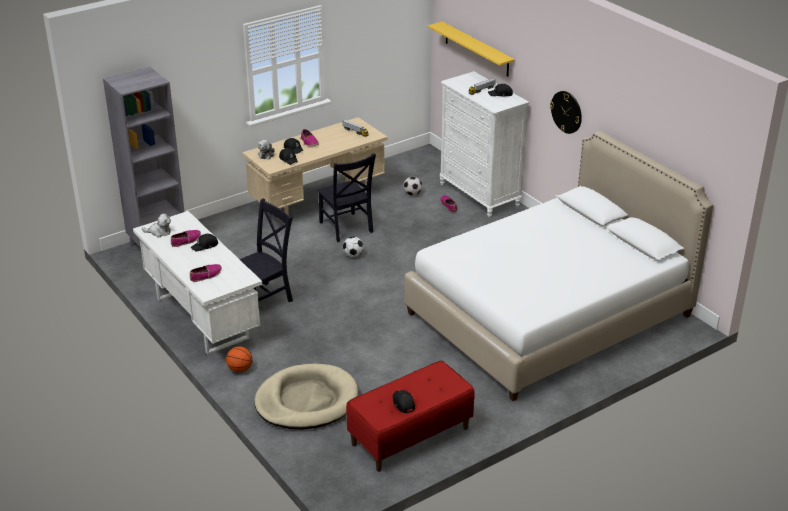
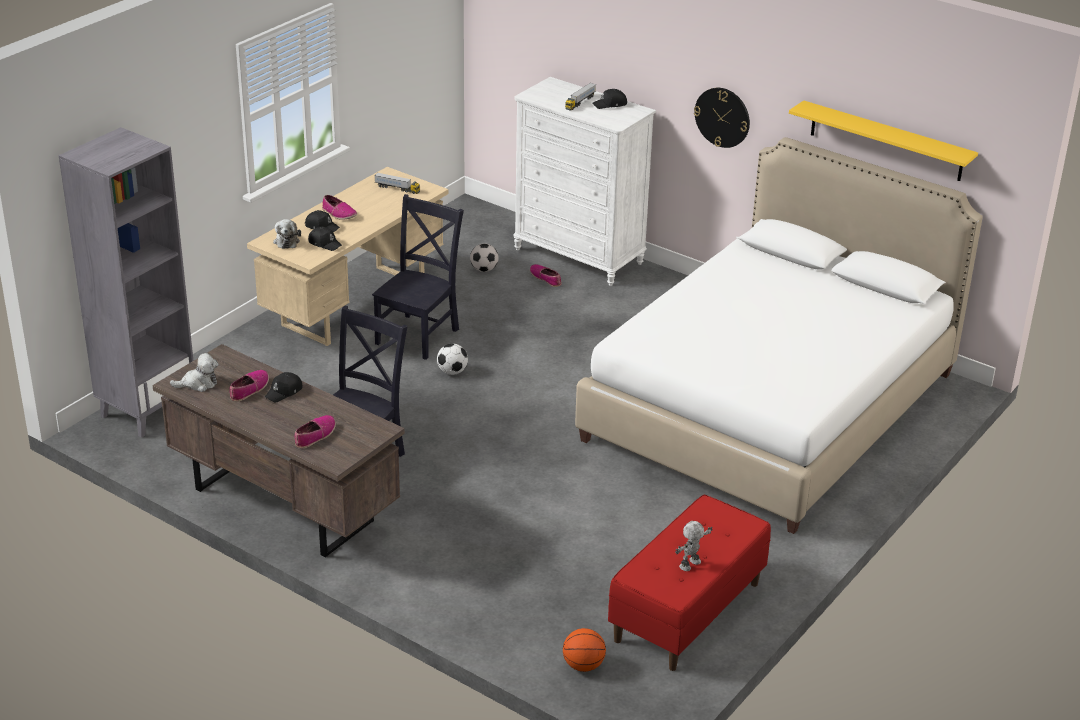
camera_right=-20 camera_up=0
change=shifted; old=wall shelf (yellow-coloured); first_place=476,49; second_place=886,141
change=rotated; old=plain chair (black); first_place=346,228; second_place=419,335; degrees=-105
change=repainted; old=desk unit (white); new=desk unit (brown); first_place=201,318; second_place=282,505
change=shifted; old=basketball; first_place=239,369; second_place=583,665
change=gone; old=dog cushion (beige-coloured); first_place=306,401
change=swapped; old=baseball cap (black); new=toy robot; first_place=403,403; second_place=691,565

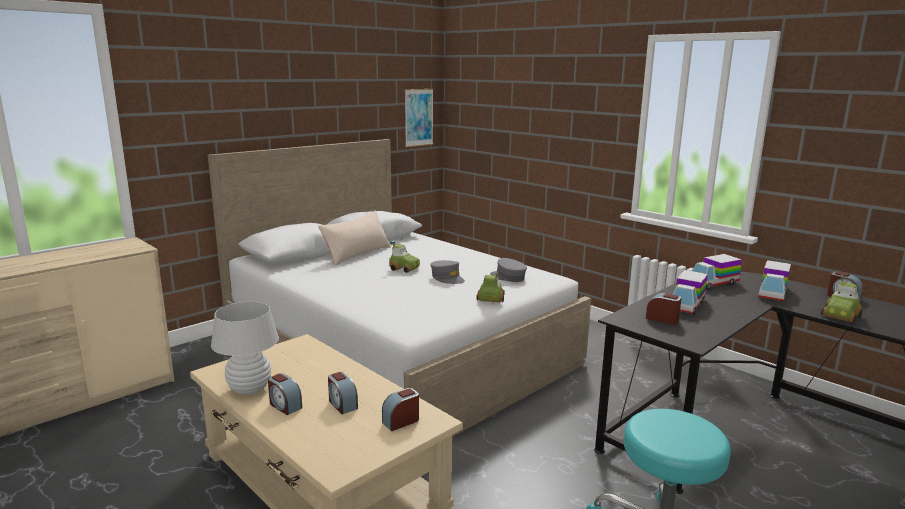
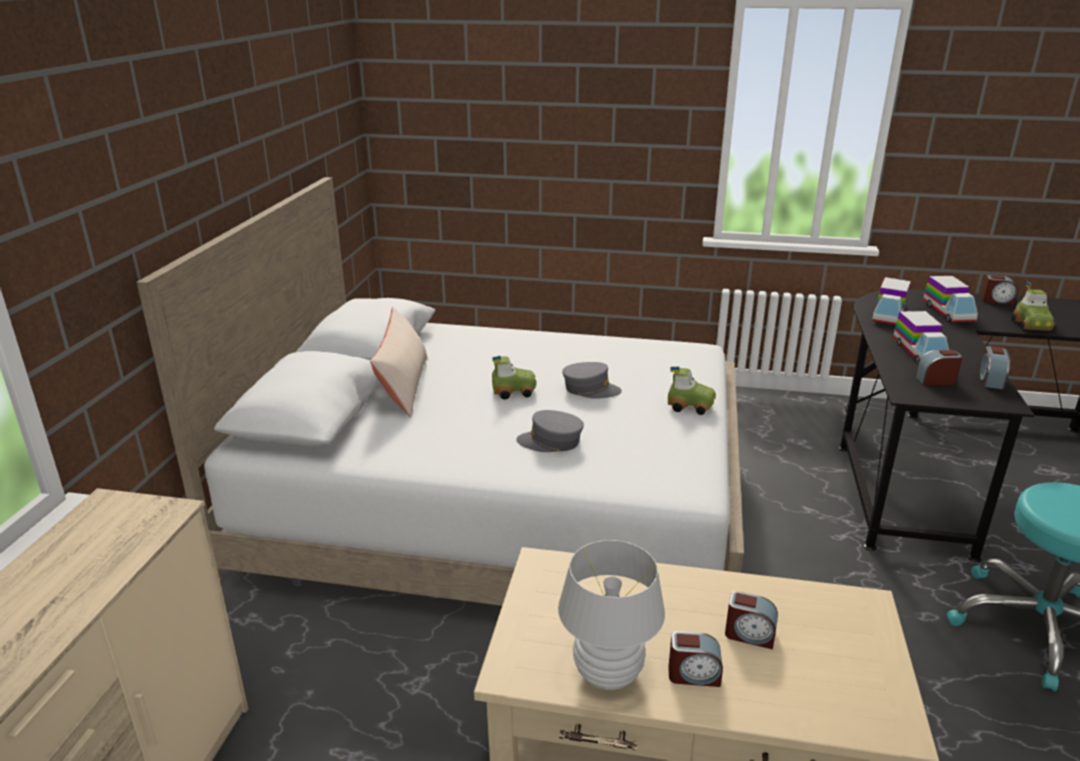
camera_right=-35 camera_up=10
change=gone; old=wall picture; first_place=418,117
change=shifted; old=baseball cap (gray); first_place=508,277; second_place=550,442
change=rotated; old=miniature car; first_place=490,299; second_place=690,405; degrees=135
change=shifted; old=bedside clock; first_place=401,421; second_place=990,380

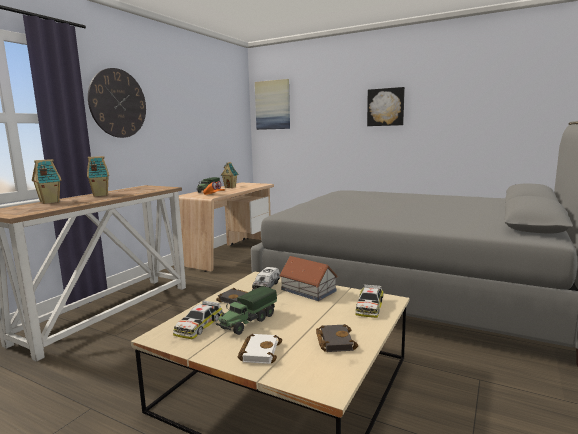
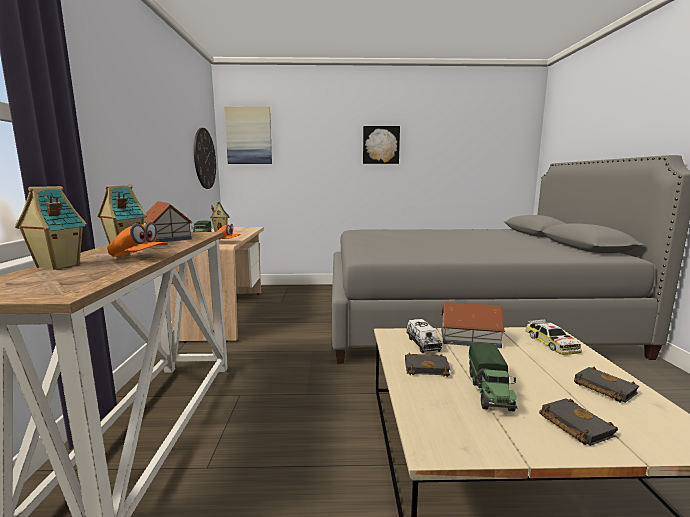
camera_right=-30 camera_up=0
change=shifted; old=hanging clock; first_place=118,103; second_place=204,158
change=gone; old=miniature car; first_place=198,326
change=repainted; old=volume (white); new=volume (black); first_place=259,351; second_place=573,425
change=new; new=miniature house; second_place=166,237
change=new; new=baseball cap (orange-coloured); second_place=139,257

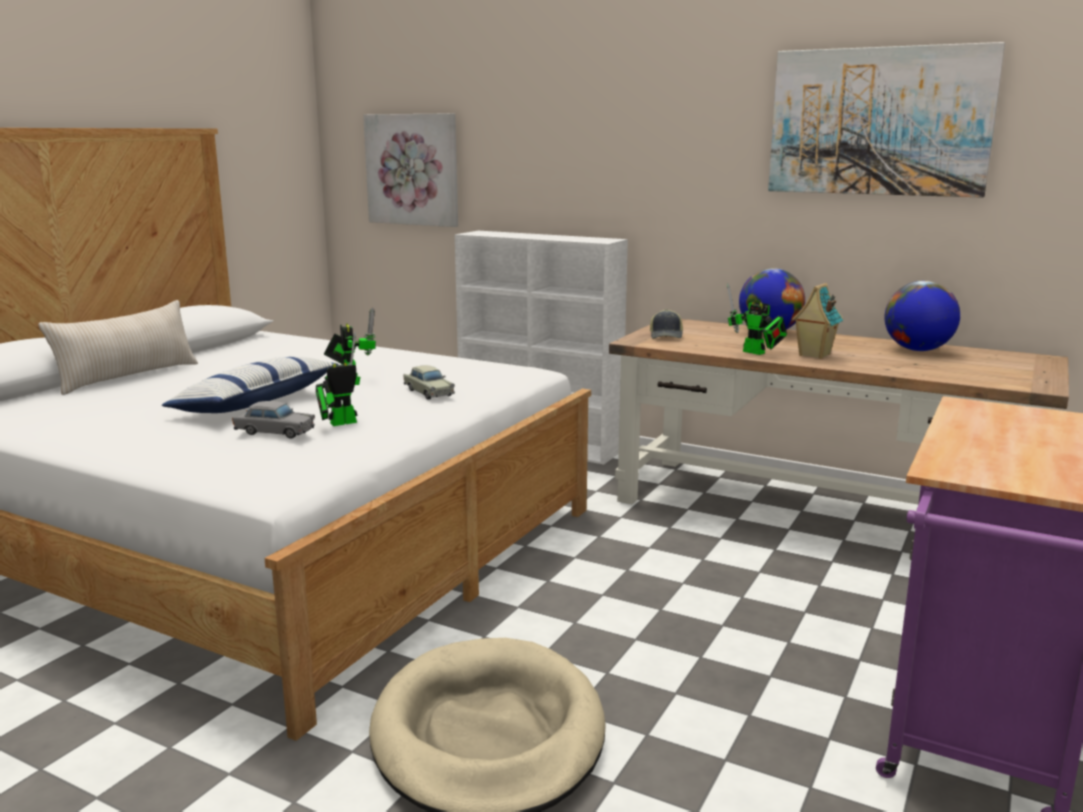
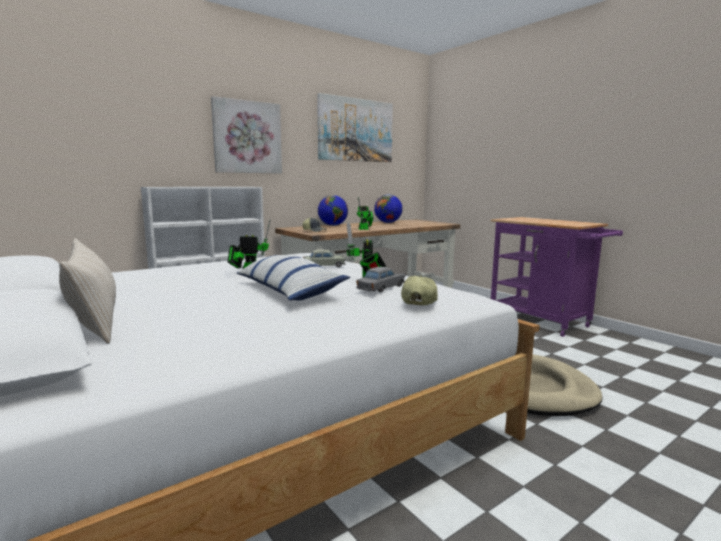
camera_right=-65 camera_up=-5
change=shifted; old=wall picture; first_place=413,169; second_place=247,137
change=gone; old=miniature house; first_place=813,355
change=new; new=baseball cap; second_place=418,301

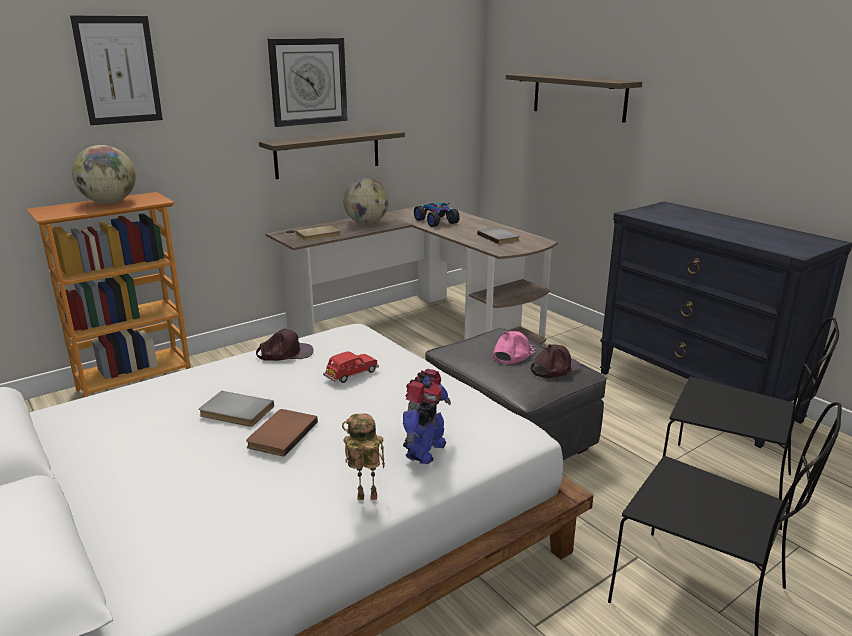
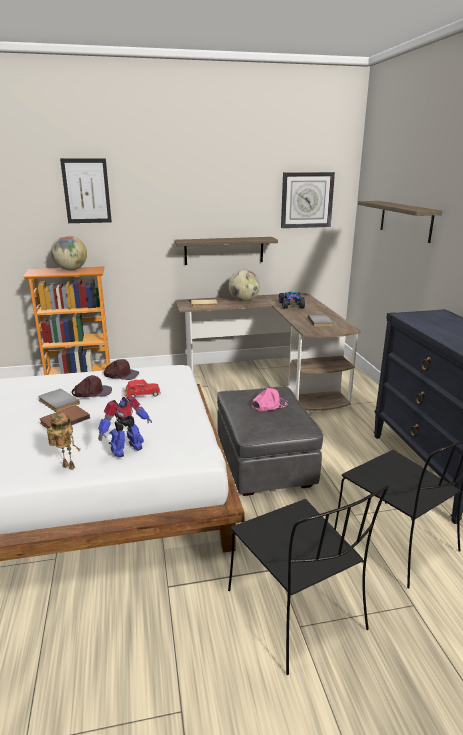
camera_right=25 camera_up=0
change=shifted; old=hanging clock; first_place=308,81; second_place=306,200
change=shifted; old=baseball cap (brown); first_place=554,368; second_place=92,392

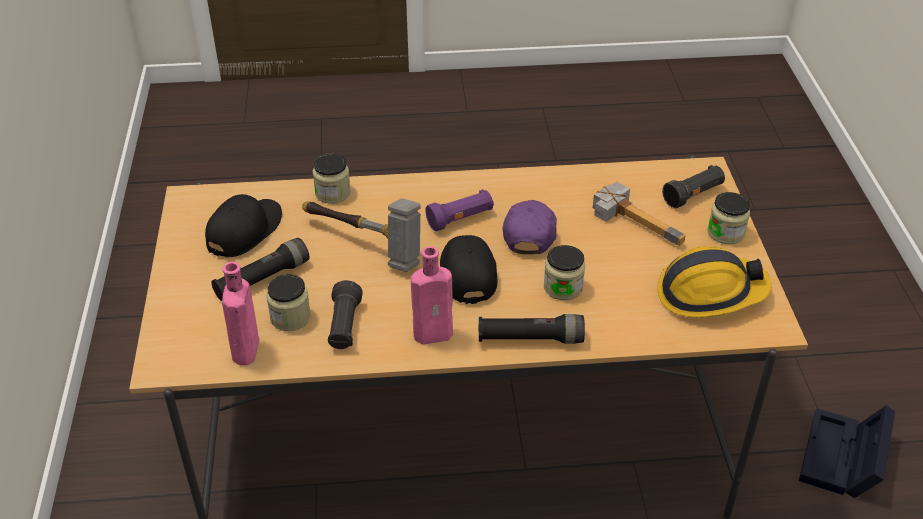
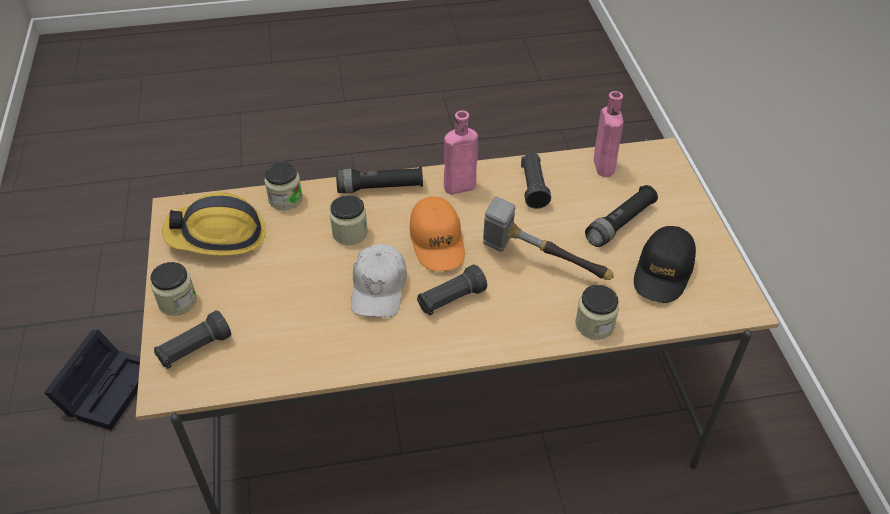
camera_right=175 camera_up=5
change=gone; old=tool hammer; first_place=639,220
change=repainted; old=flashlight (purple-coloured); new=flashlight (black); first_place=460,219; second_place=451,300
change=repainted; old=baseball cap (purple-coloured); new=baseball cap (white); first_place=529,233; second_place=379,288
change=repainted; old=baseball cap (black); new=baseball cap (orange-coloured); first_place=467,273; second_place=437,241
change=shifted; old=storage jar; first_place=290,317; second_place=285,199

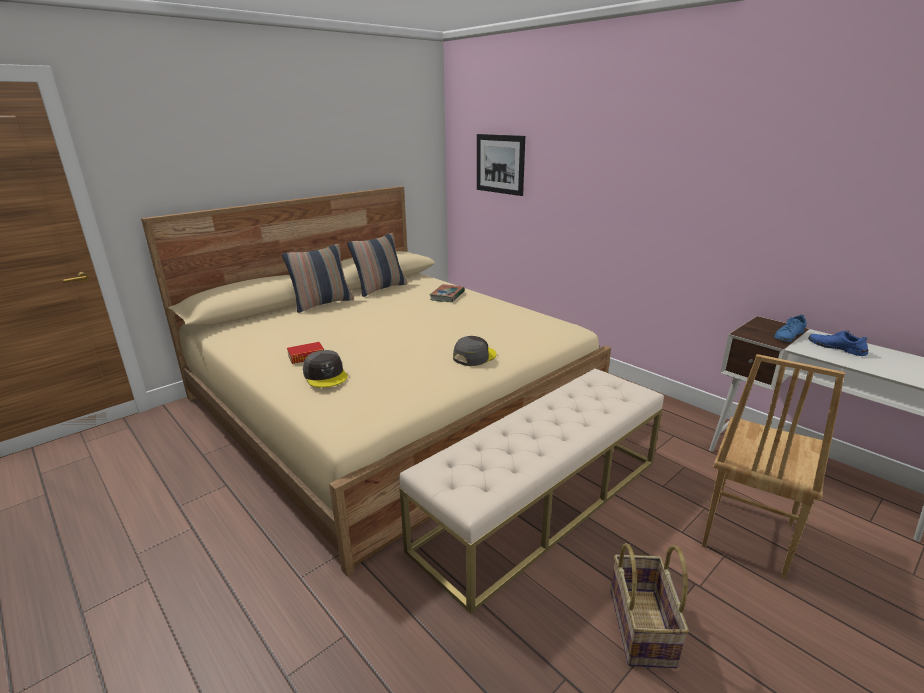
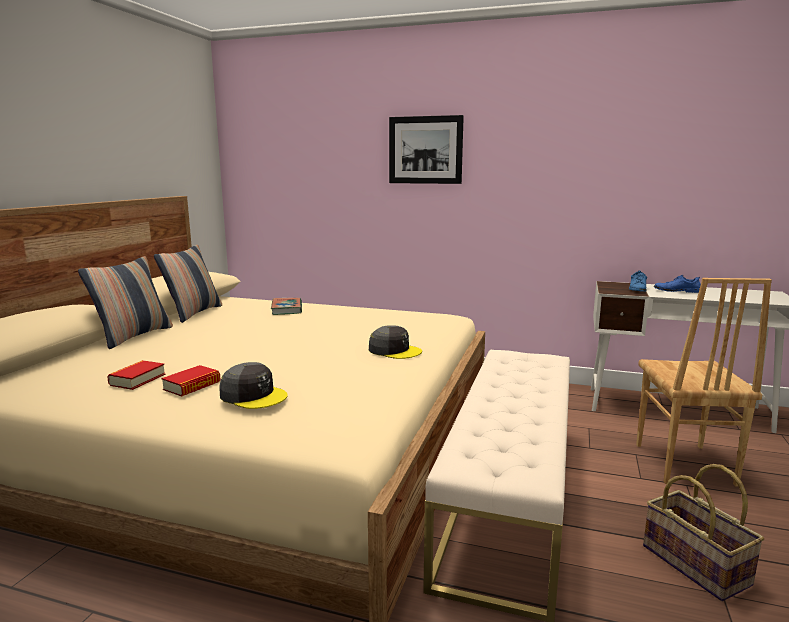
camera_right=-30 camera_up=-10
change=shifted; old=wall picture; first_place=500,164; second_place=425,150
change=rotated; old=baseball cap (gray); first_place=474,356; second_place=394,350; degrees=105
change=new; new=volume; second_place=137,379

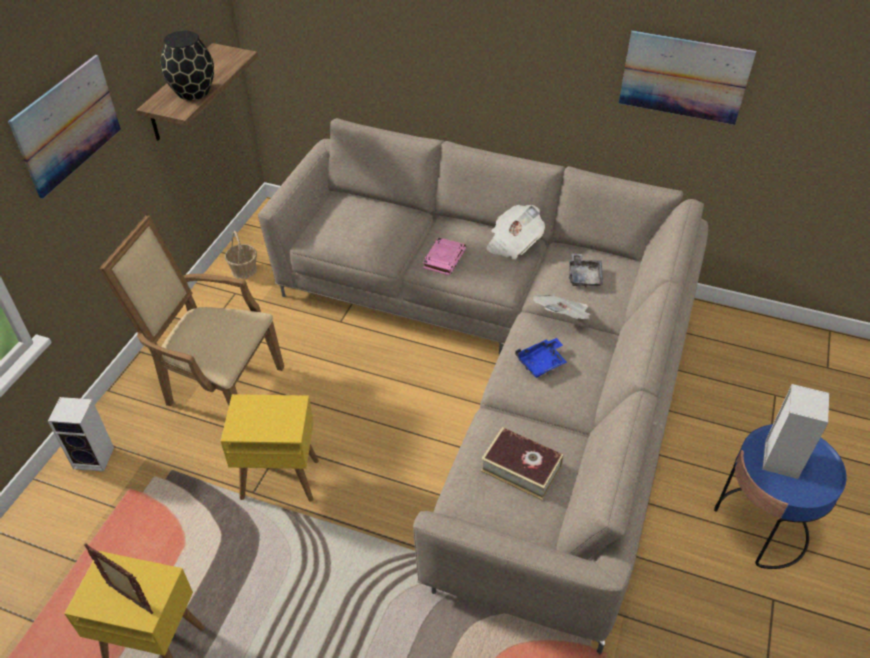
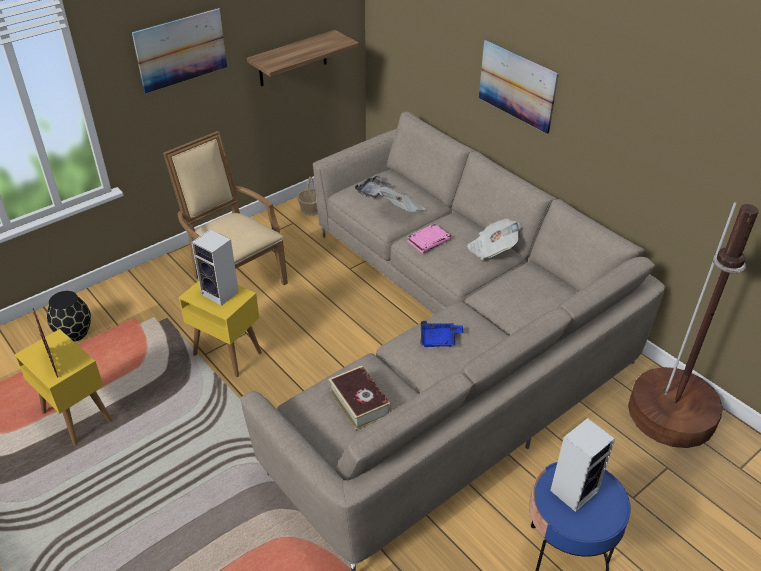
camera_right=30 camera_up=-5
change=shifted; old=wall picture; first_place=684,77; second_place=517,86
change=shifted; old=vase (black); first_place=193,92; second_place=74,333
change=shifted; old=carrying tray (gray); first_place=584,276; second_place=373,191
change=shifted; old=daily paper; first_place=562,317; second_place=401,210
change=shifted; old=audio speaker; first_place=95,457; second_place=221,293
change=new; new=floor lamp (brown); second_place=671,414

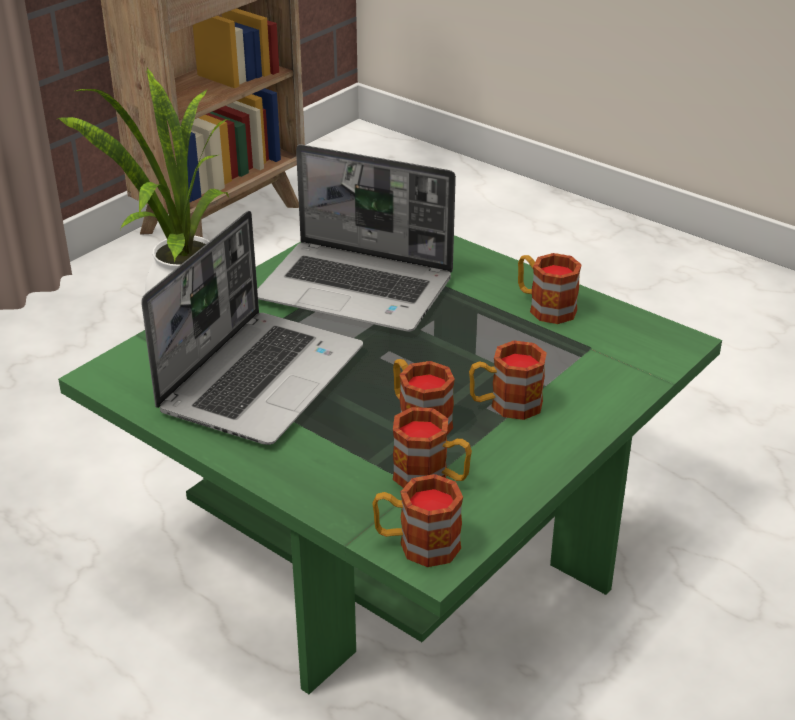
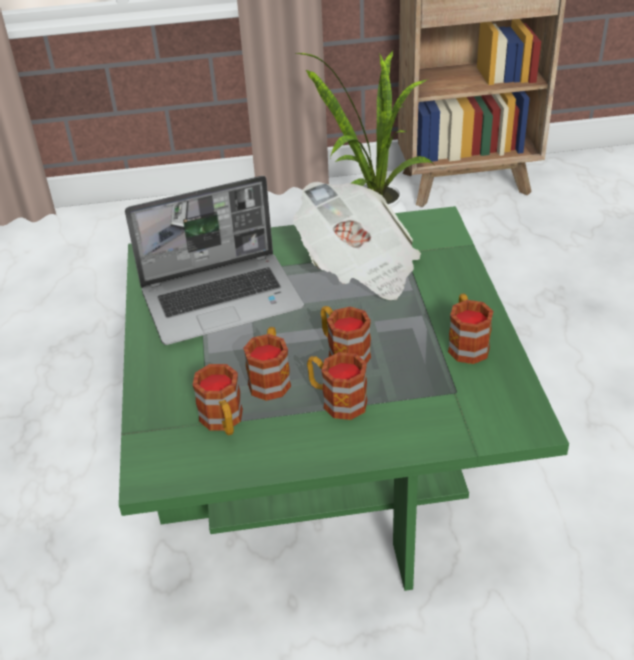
camera_right=45 camera_up=5
change=swapped; old=portable computer; new=daily paper; first_place=358,289; second_place=359,267
change=shifted; old=mug; first_place=417,544; second_place=343,352

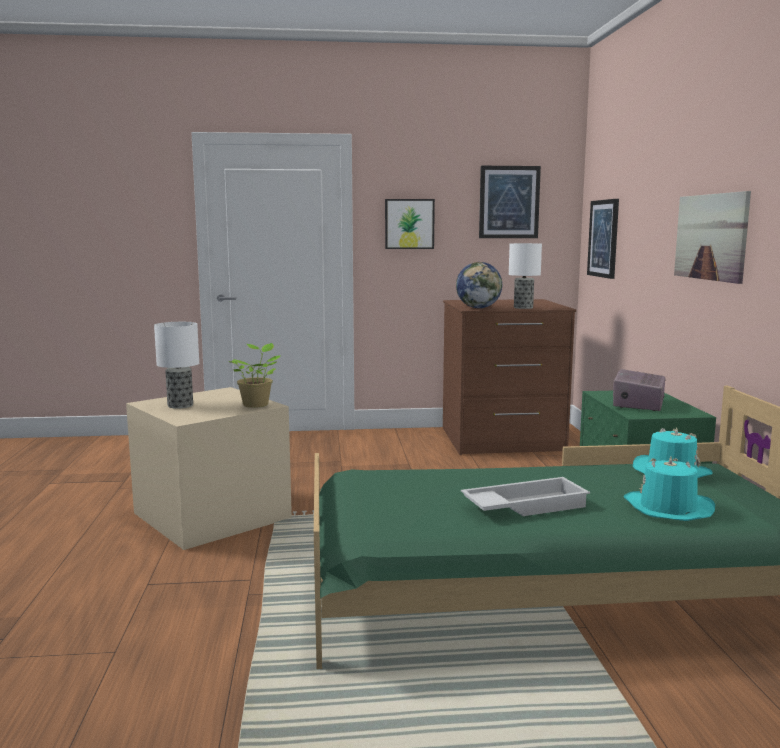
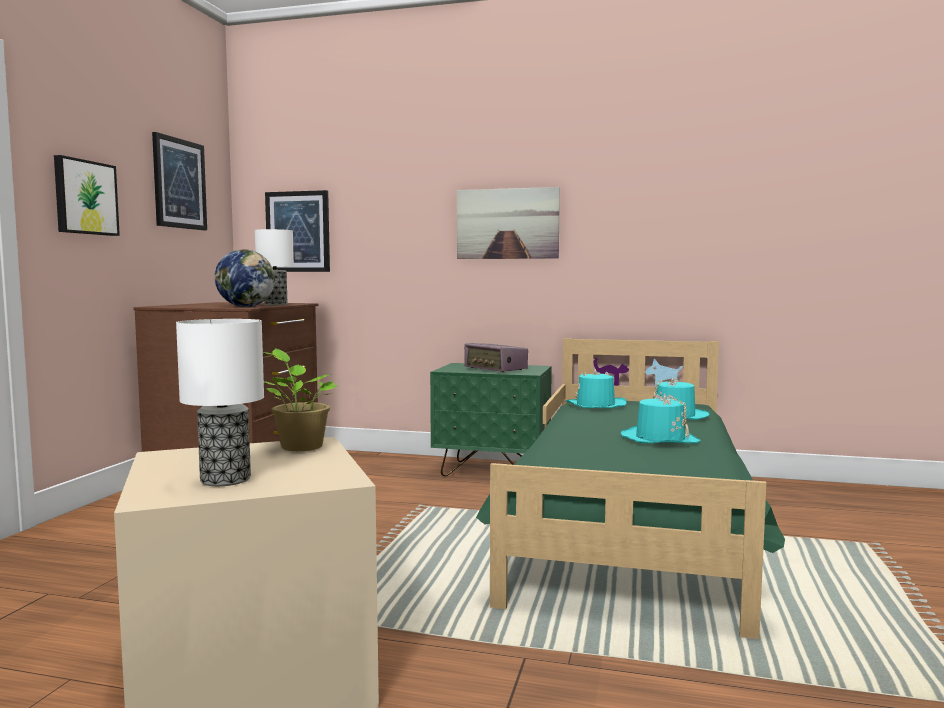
camera_right=-70 camera_up=-5
change=swapped; old=carrying tray (white); new=wearable hat (blue-green); first_place=524,505; second_place=659,439

